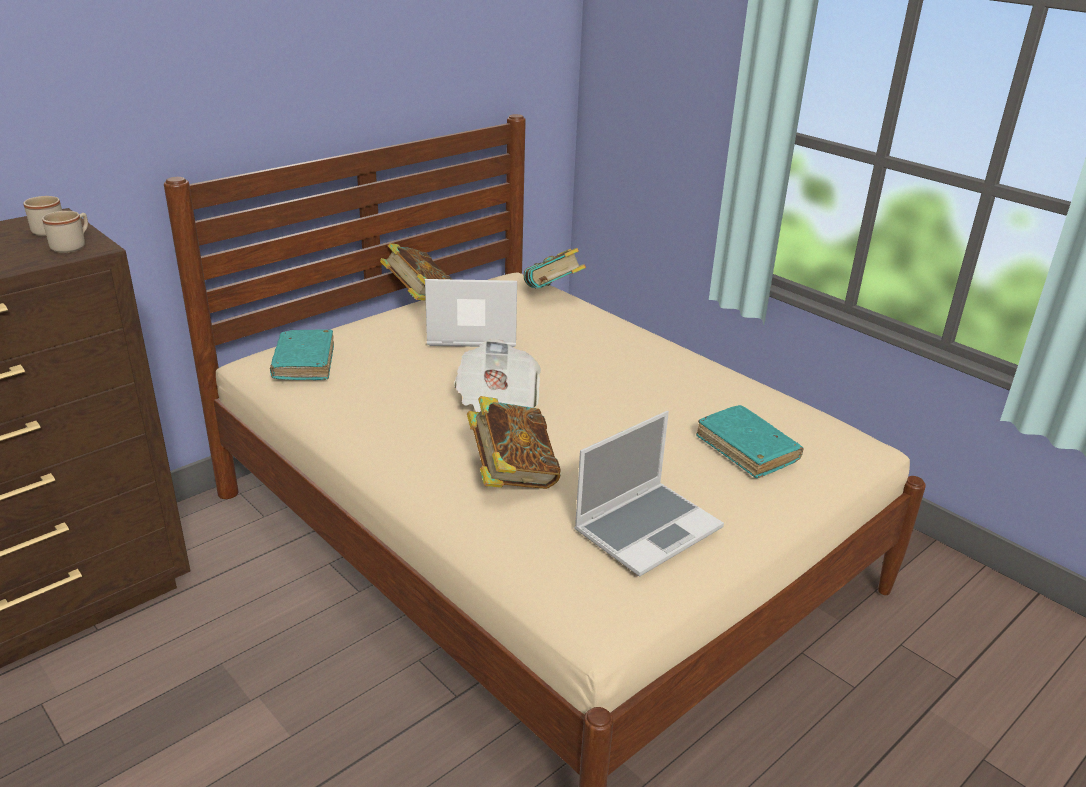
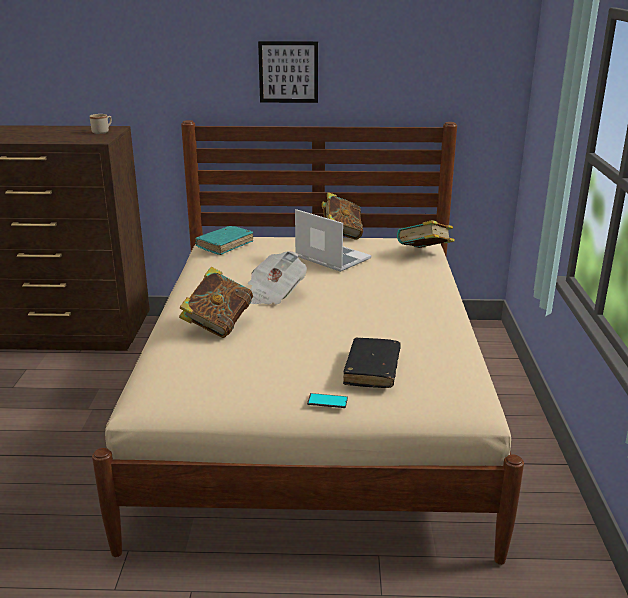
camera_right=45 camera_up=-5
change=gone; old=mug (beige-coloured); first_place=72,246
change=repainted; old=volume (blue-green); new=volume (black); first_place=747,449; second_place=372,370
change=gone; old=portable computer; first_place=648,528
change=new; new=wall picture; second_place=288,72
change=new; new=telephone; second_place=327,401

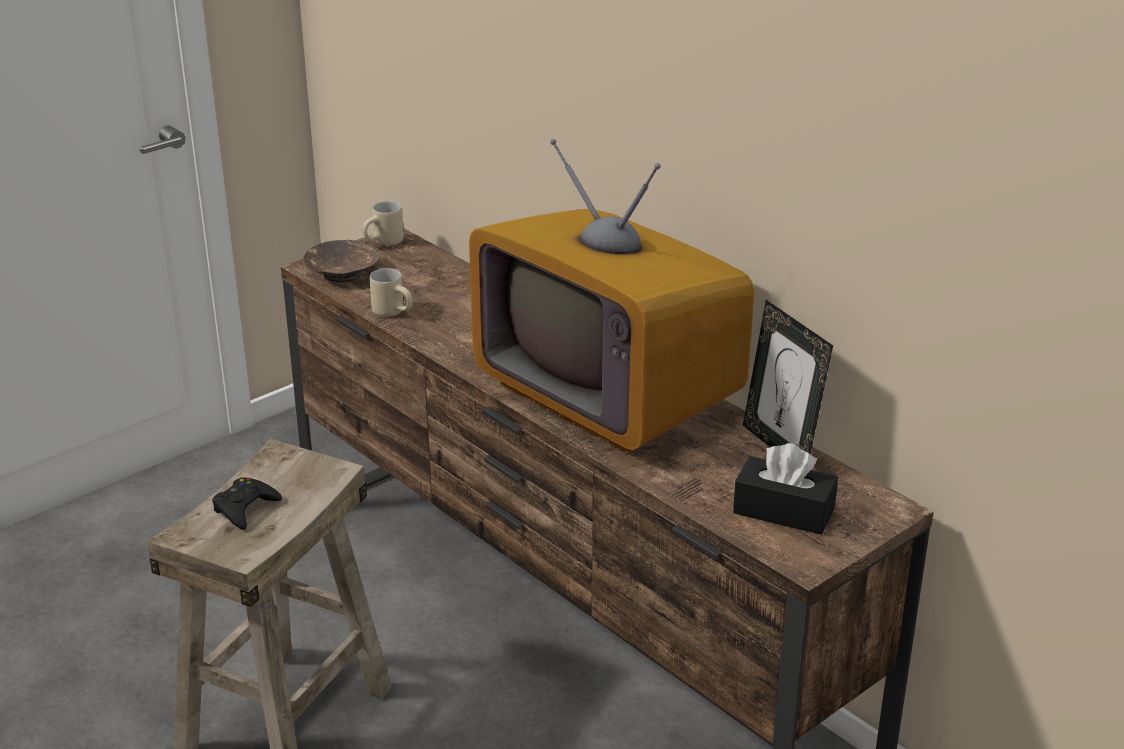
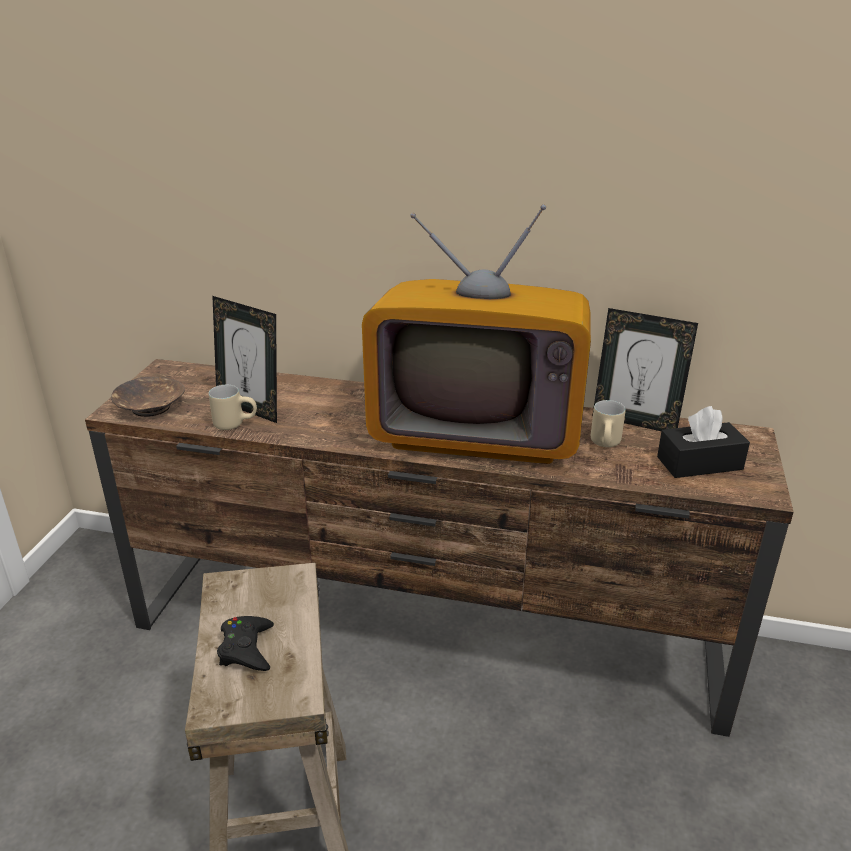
camera_right=-35 camera_up=0
change=shifted; old=mug (beige-coloured); first_place=385,243; second_place=607,445
change=new; new=standing frame; second_place=250,408

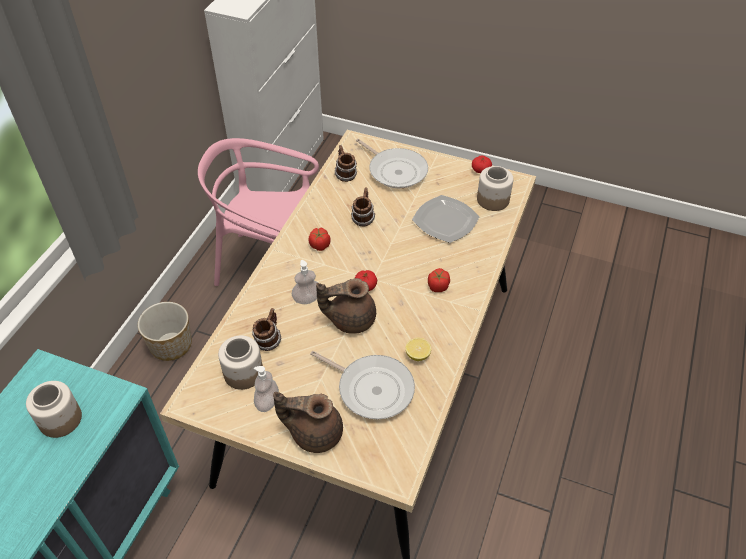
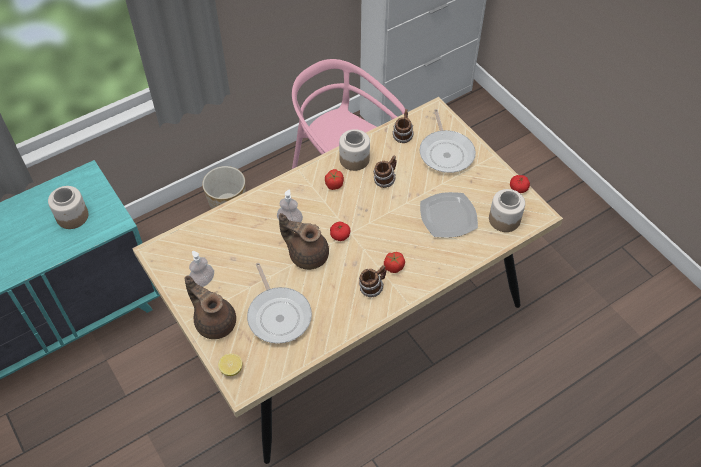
camera_right=35 camera_up=5
change=shifted; old=mug; first_place=268,340; second_place=372,288
change=shifted; old=storage jar; first_place=243,373; second_place=354,159
change=shifted; old=lemon; first_place=417,355; second_place=231,369

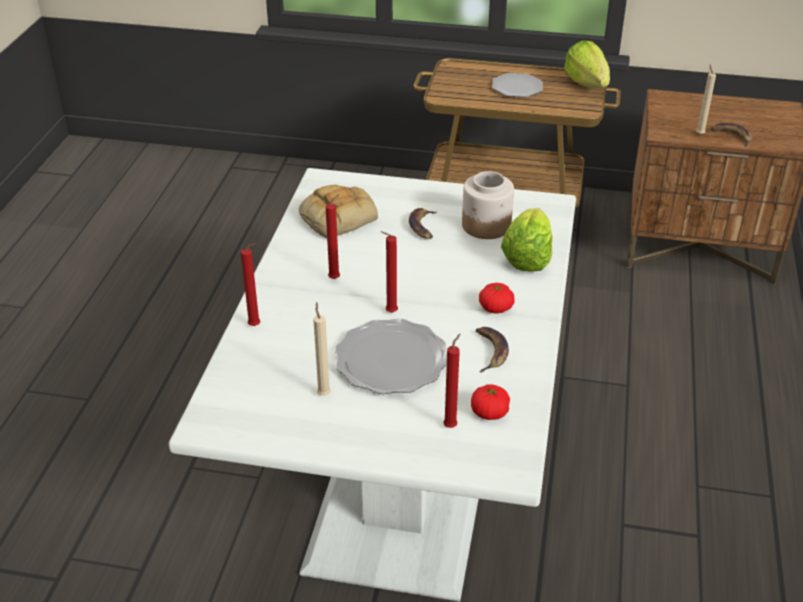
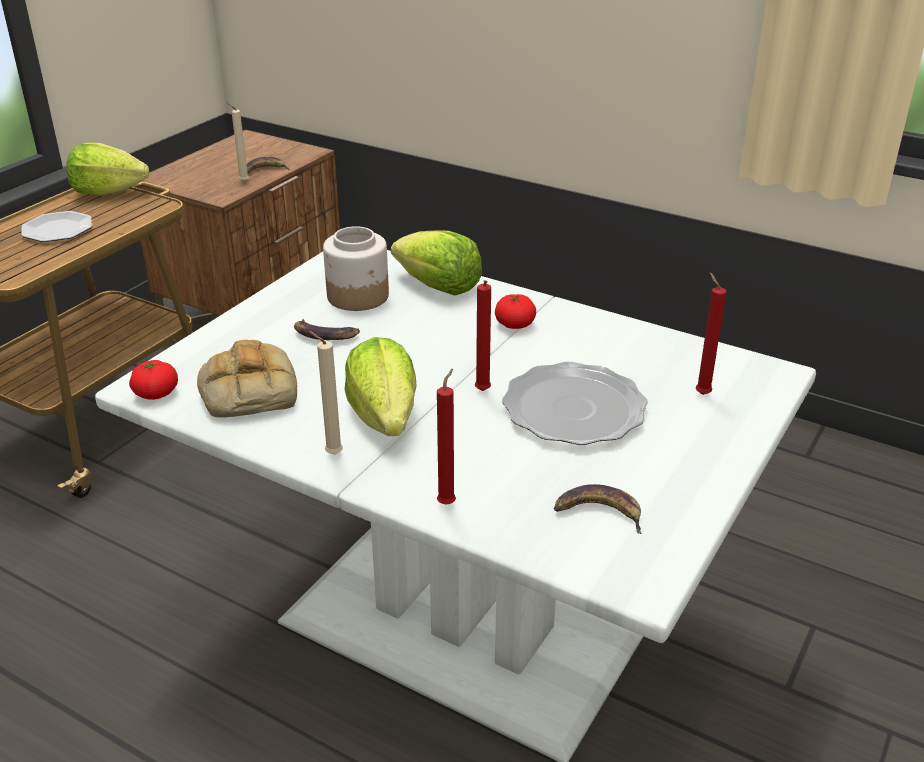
camera_right=-70 camera_up=-5
change=swapped; old=wax light (reddish); new=head of lettuce; first_place=336,278; second_place=385,417
change=shifted; old=wax light (beige-coloured); first_place=324,393; second_place=331,454
change=shifted; old=whole banana; first_place=490,351; second_place=598,512
change=shifted; old=fresh tomato; first_place=489,412; second_place=156,393

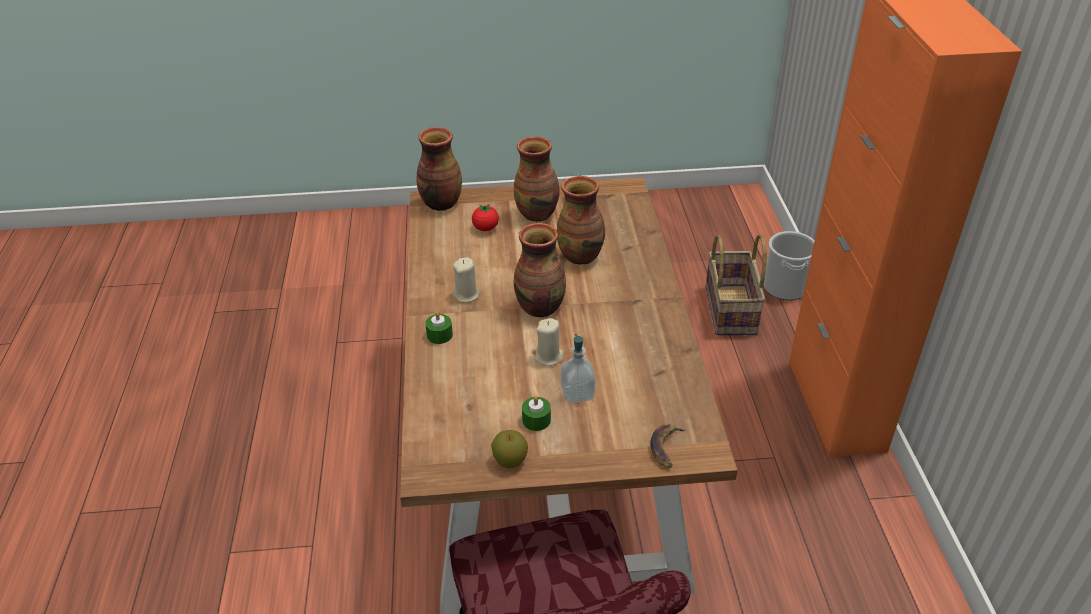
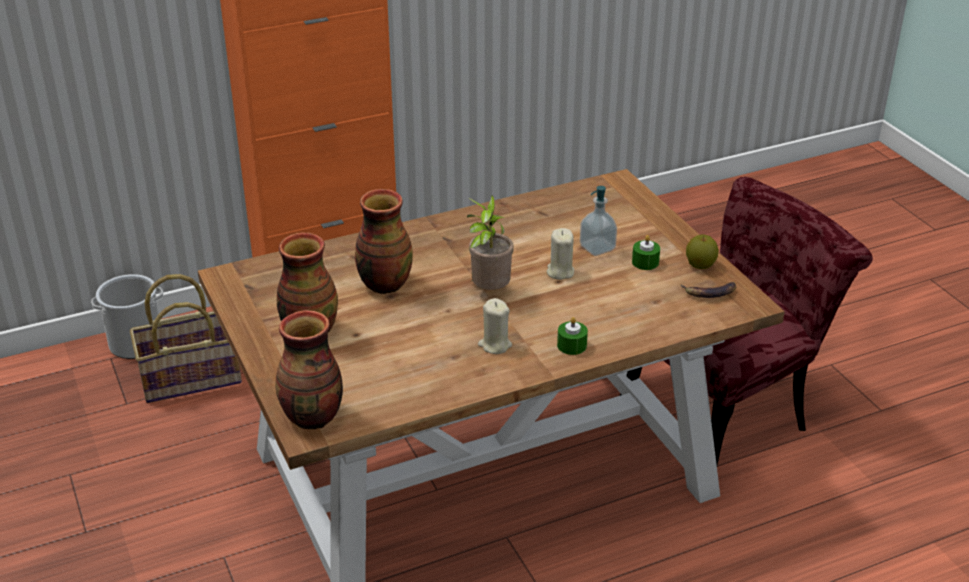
camera_right=-110 camera_up=-5
change=gone; old=fresh tomato; first_place=485,228
change=swapped; old=vase; new=houseplant; first_place=541,308; second_place=489,291
change=shifted; old=whole banana; first_place=666,447; second_place=710,292

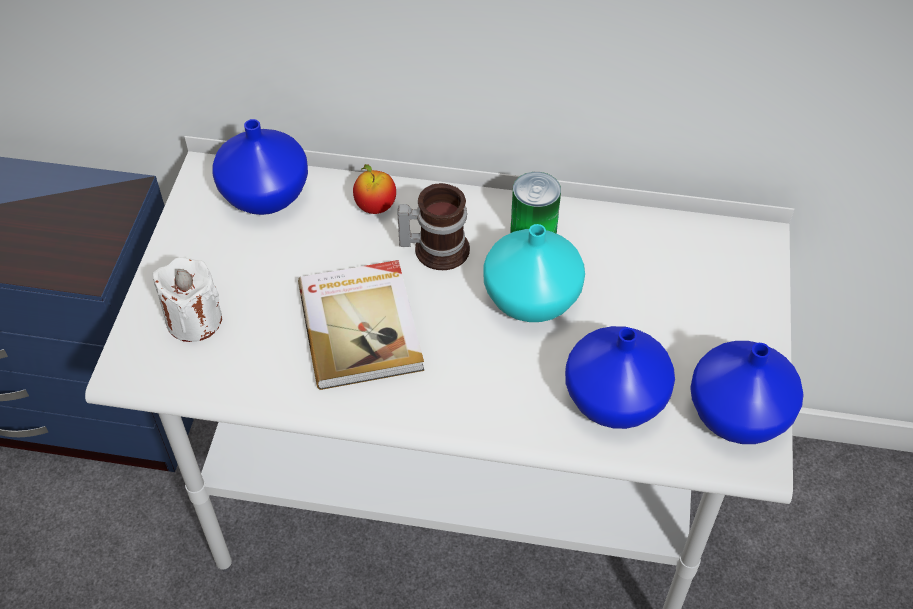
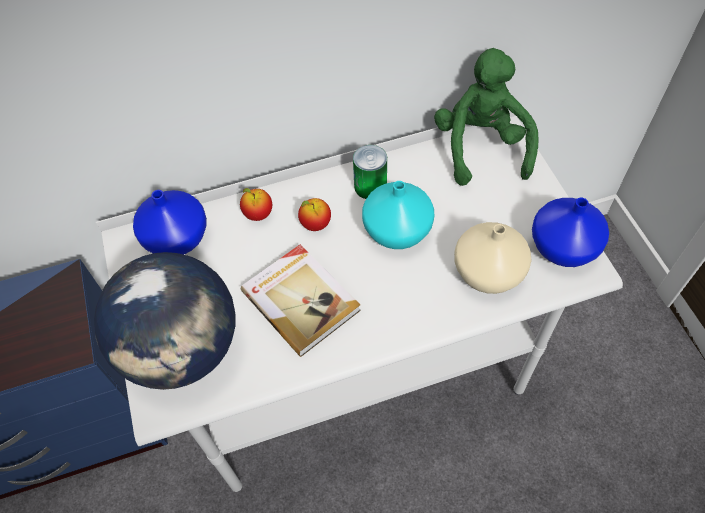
camera_right=-25 camera_up=5
change=swapped; old=mug; new=apple fruit; first_place=436,247; second_place=315,224
change=swapped; old=wax light (white); new=world globe; first_place=194,320; second_place=183,350
change=repainted; old=vase (blue); new=vase (beige-coloured); first_place=614,397; second_place=487,271
change=new; new=plush toy (green); second_place=481,147

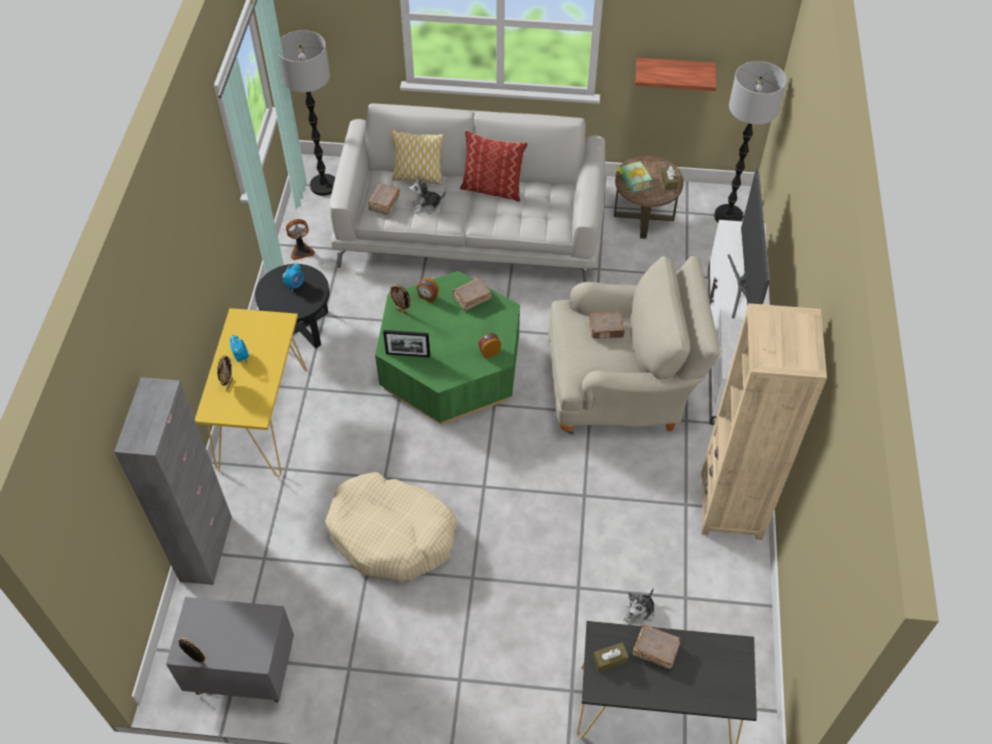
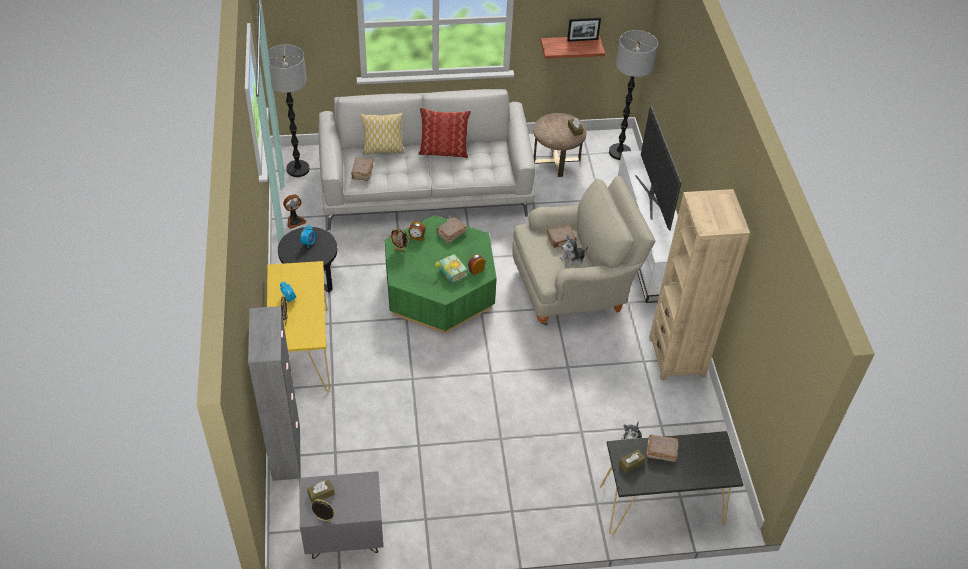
camera_right=-15 camera_up=-5
change=shifted; old=volume; first_place=631,183; second_place=449,274
change=shifted; old=plush toy; first_place=427,206; second_place=572,259
change=shifted; old=standing frame; first_place=408,354; second_place=582,40
change=gone; old=dog cushion (beige-coloured); first_place=392,534
change=new; new=tissue holder (brown); second_place=321,494

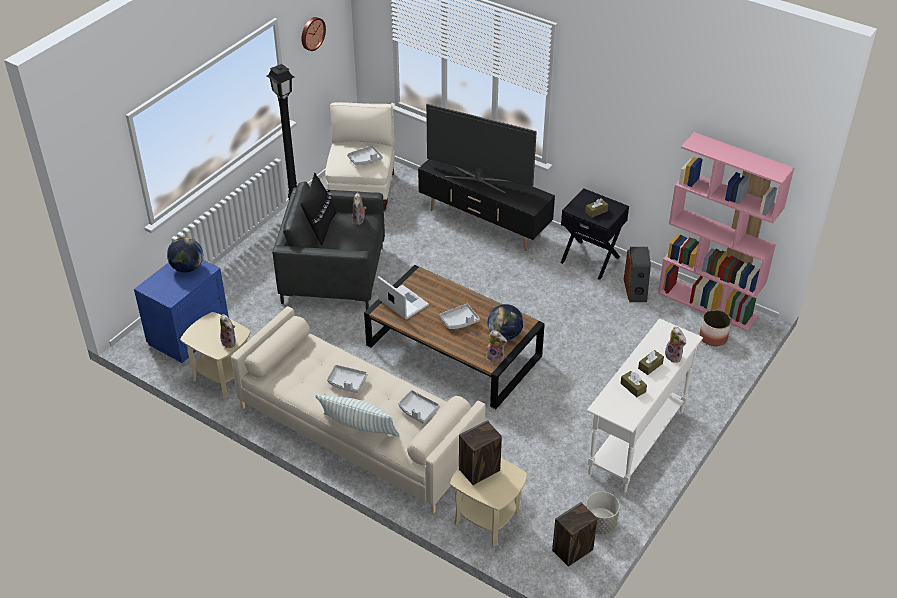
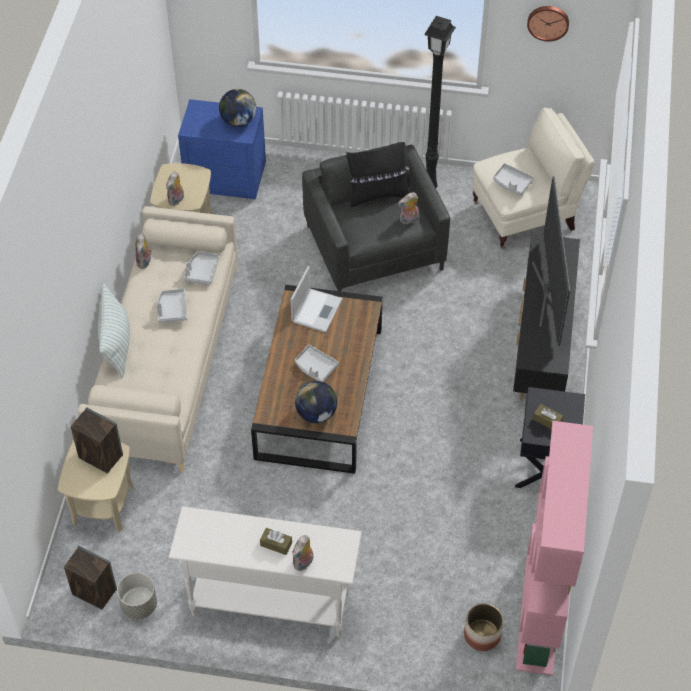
camera_right=65 camera_up=10
change=gone; old=audio speaker; first_place=636,290
change=shifted; old=plush toy; first_place=496,357; second_place=145,262
change=gone; old=tissue holder (brown); first_place=633,387
change=shifted; old=carrying tray (gray); first_place=418,410; second_place=202,271

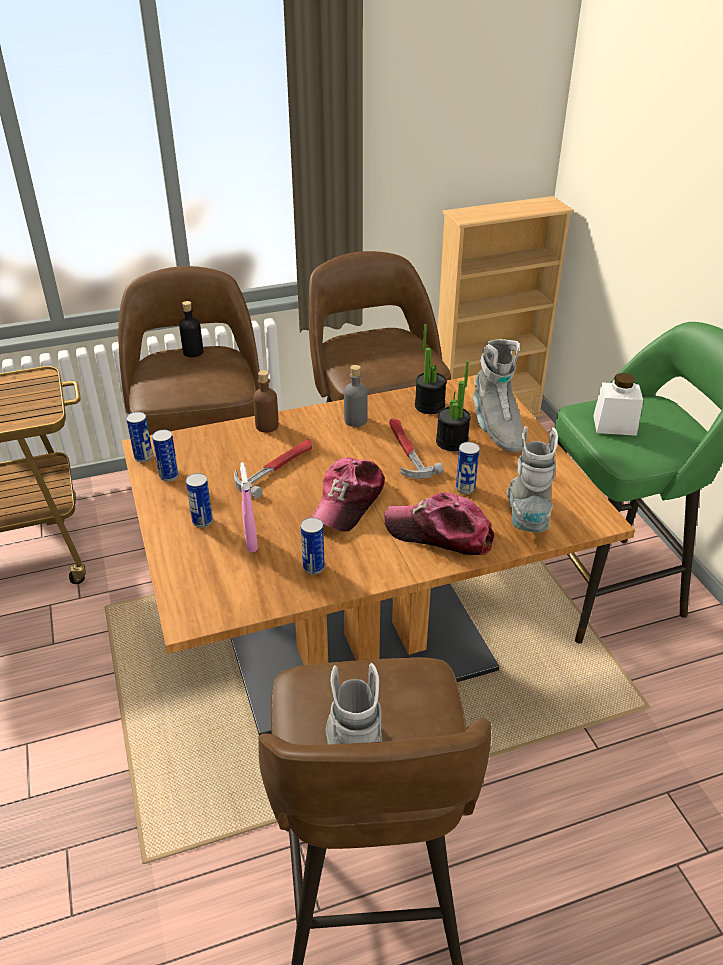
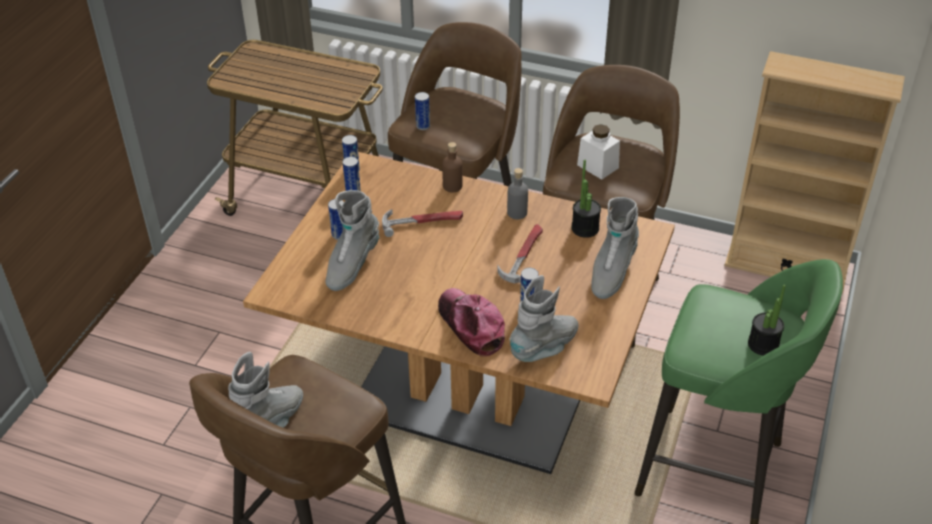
camera_right=40 camera_up=5
change=gone; old=beverage bottle (black); first_place=193,352
change=shifted; old=houseplant; first_place=452,442; second_place=763,344
change=shifted; old=storage jar (white); first_place=614,425; second_place=597,166
change=gone; old=baseball cap; first_place=348,502
change=swapped; old=spray bottle (pinkish); new=tall boot (gray); first_place=251,542; second_place=352,265
change=shifted; old=can; first_place=313,567; second_place=423,126

